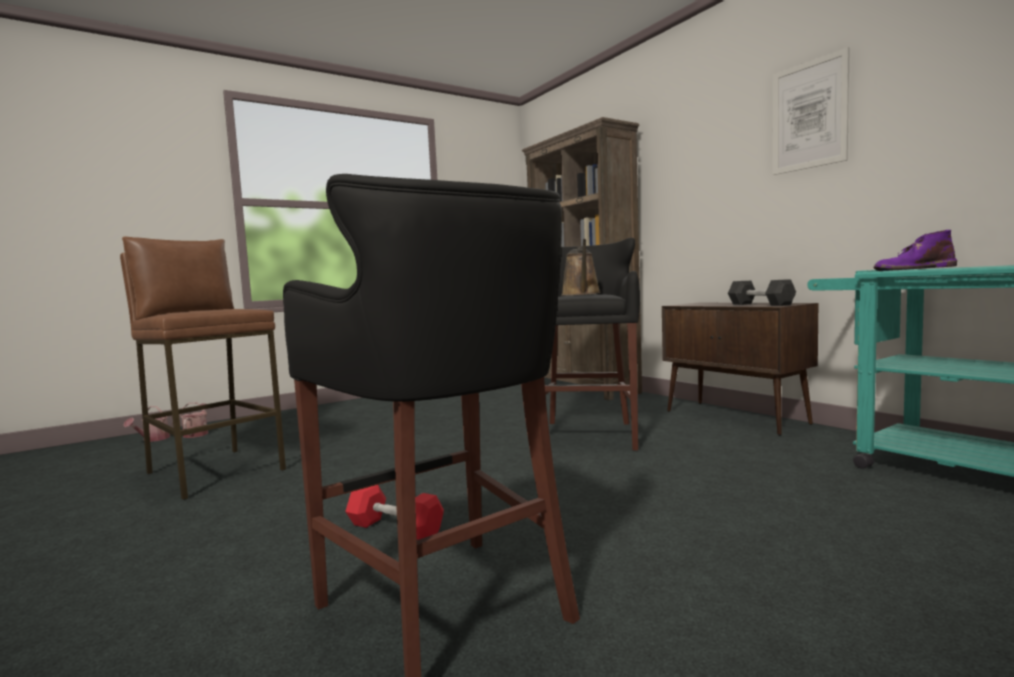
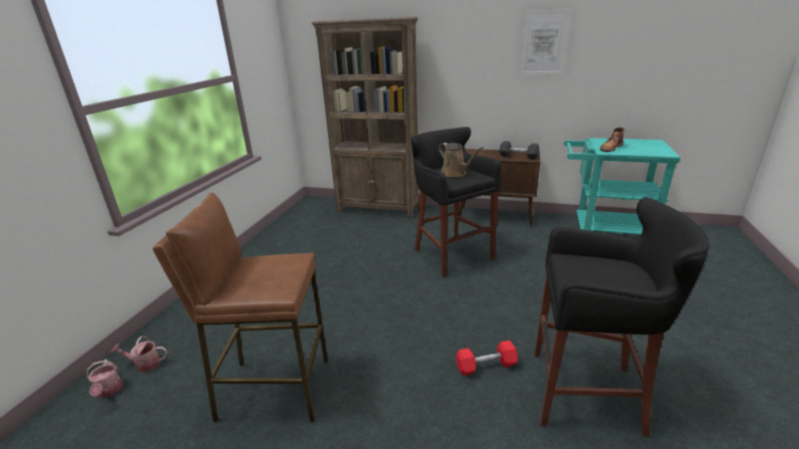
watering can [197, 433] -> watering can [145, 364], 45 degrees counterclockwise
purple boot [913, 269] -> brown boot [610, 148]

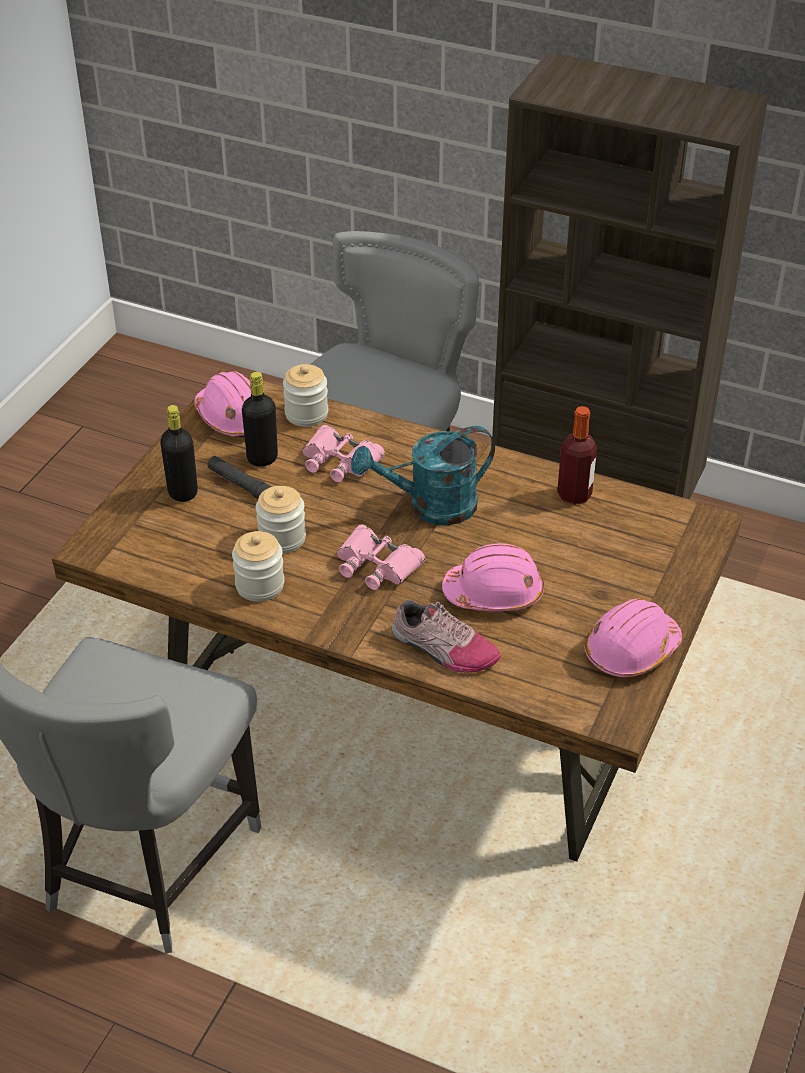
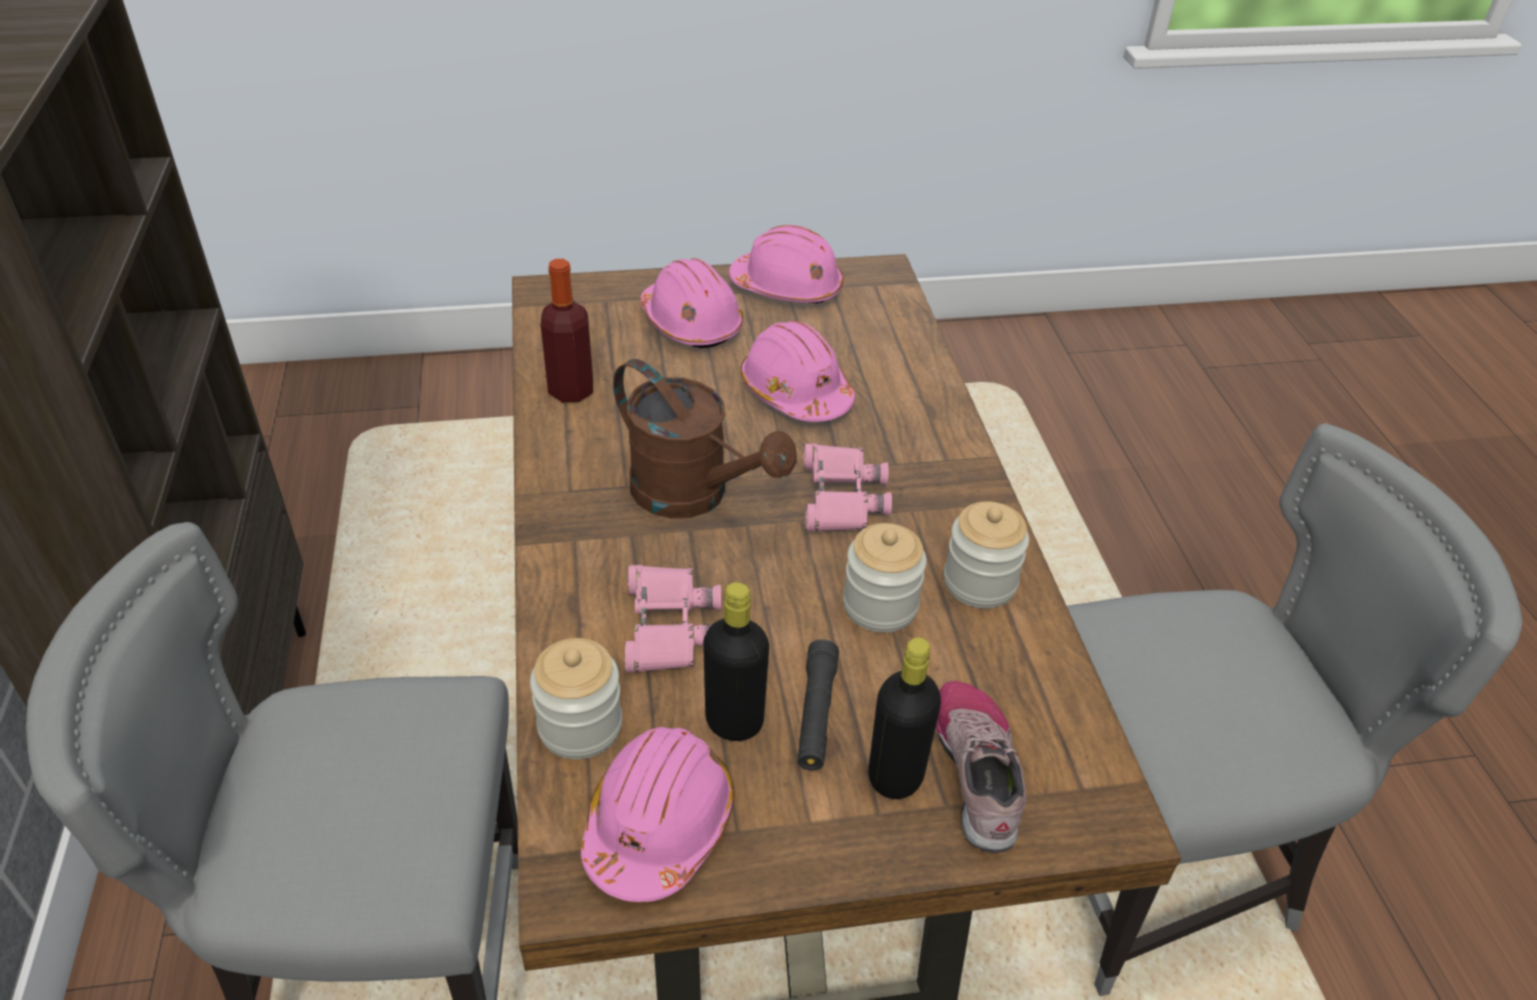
turquoise watering can [430, 507] -> brown watering can [693, 495]
none -> pink hard hat [691, 323]
shoe [443, 649] -> shoe [978, 771], shifted

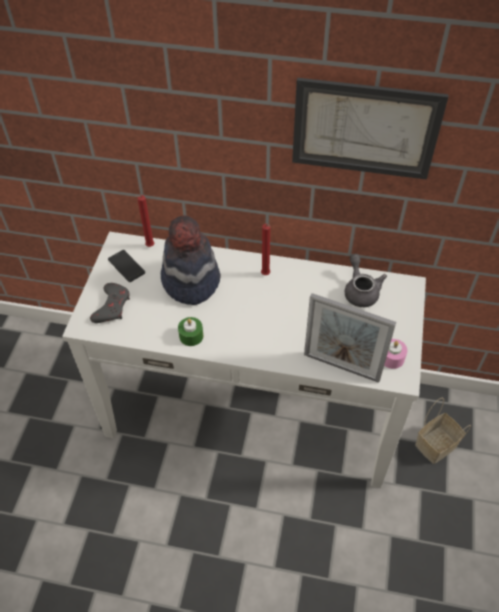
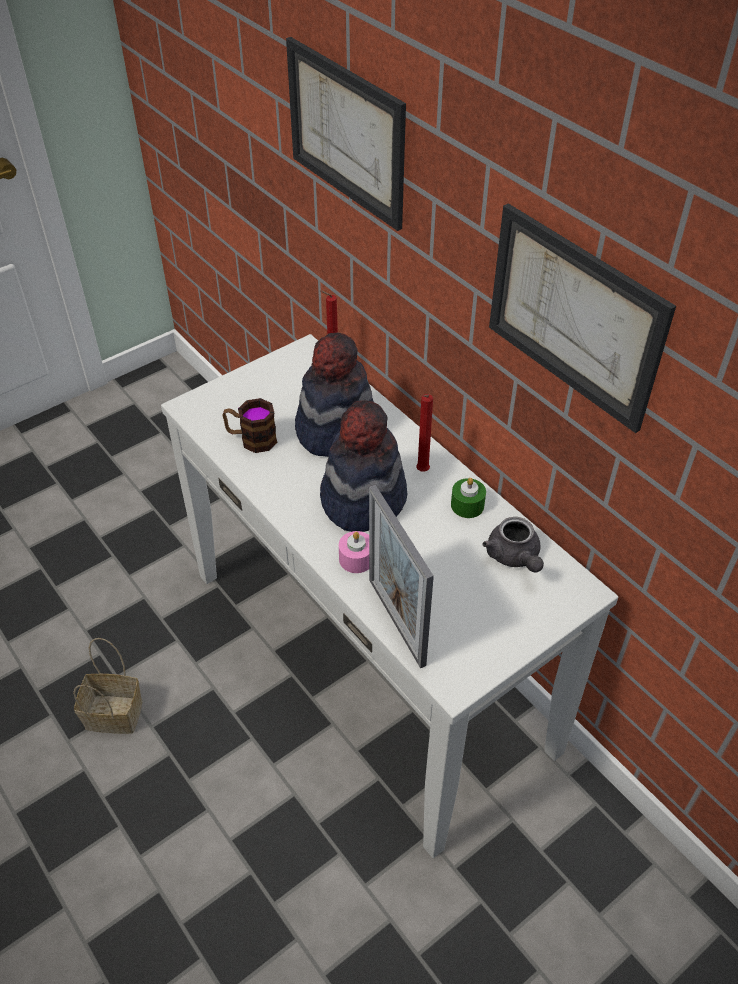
basket [435, 446] -> basket [111, 715], shifted
none -> mug [251, 439]
none -> picture [346, 132]
none -> hat [362, 498]
pink candle [392, 358] -> pink candle [356, 559], shifted
green candle [191, 336] -> green candle [467, 505], shifted
grey teapot [360, 290] -> grey teapot [514, 557], 135 degrees clockwise
grey game controller [112, 306] -> none
phone [126, 266] -> none

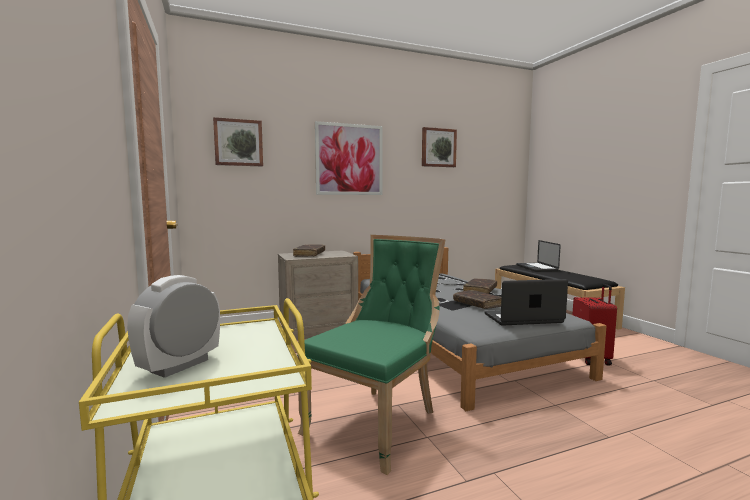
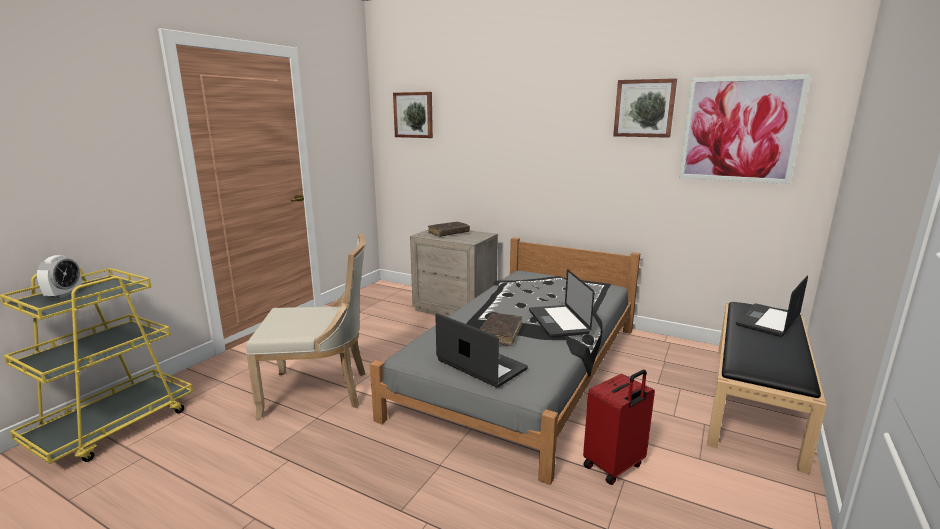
alarm clock [180, 366] -> alarm clock [64, 294], 105 degrees clockwise
green chair [377, 422] -> beige chair [320, 392]
brown book [480, 291] -> laptop [558, 322]
picture [349, 159] -> picture [739, 130], shifted

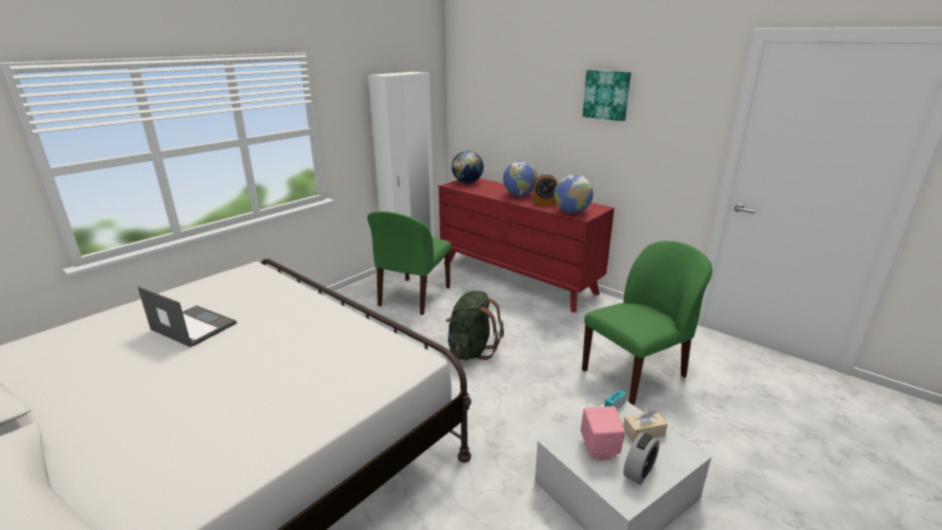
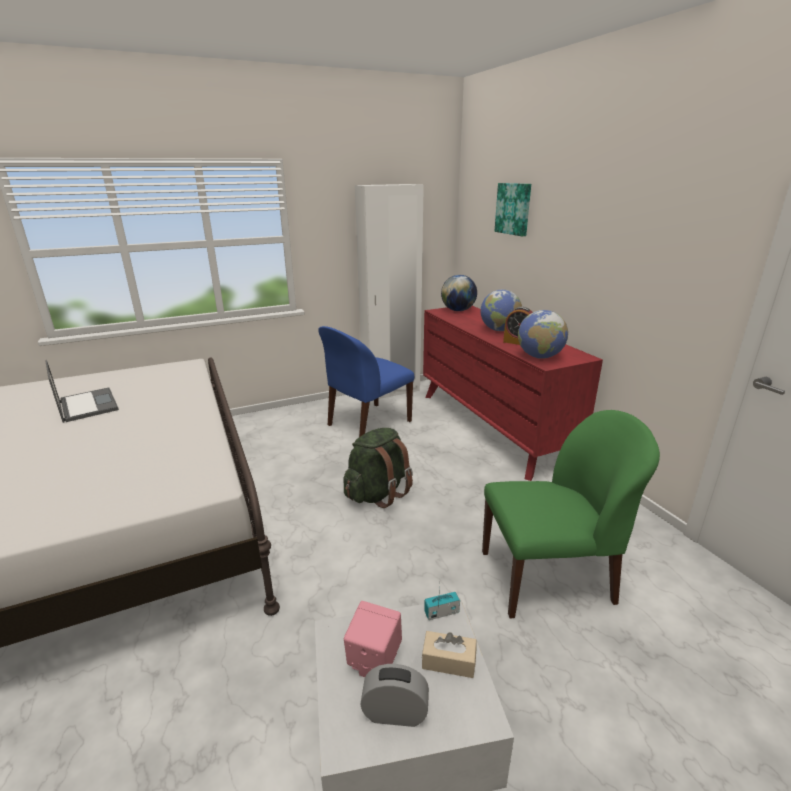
green chair [413, 297] -> blue chair [368, 424]
alarm clock [639, 471] -> alarm clock [395, 713], 150 degrees counterclockwise
picture [607, 95] -> picture [514, 209], shifted

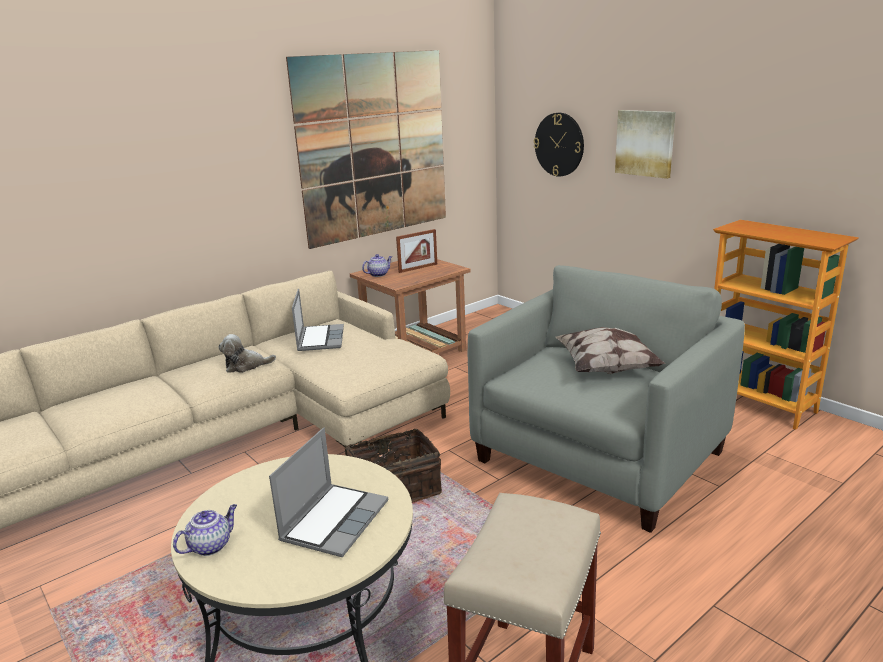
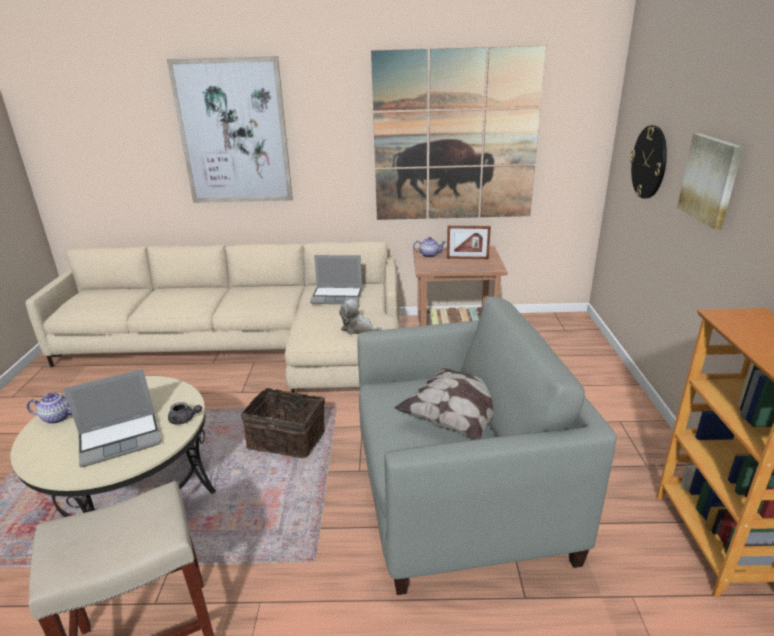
none -> picture [233, 133]
none -> grey teapot [185, 420]
laptop [320, 339] -> laptop [337, 296], 60 degrees clockwise
plush toy [245, 366] -> plush toy [358, 329], shifted

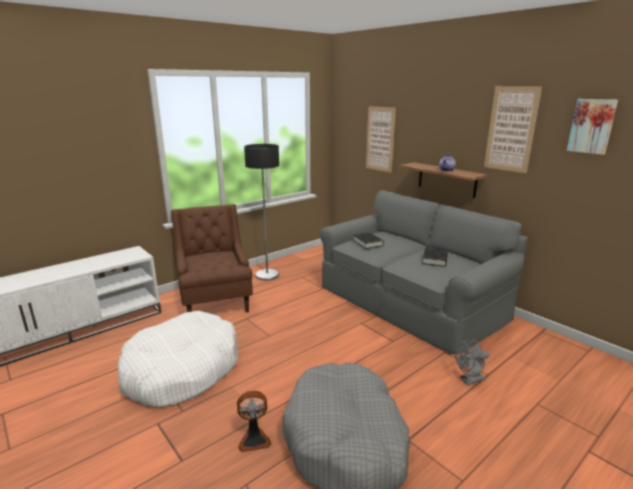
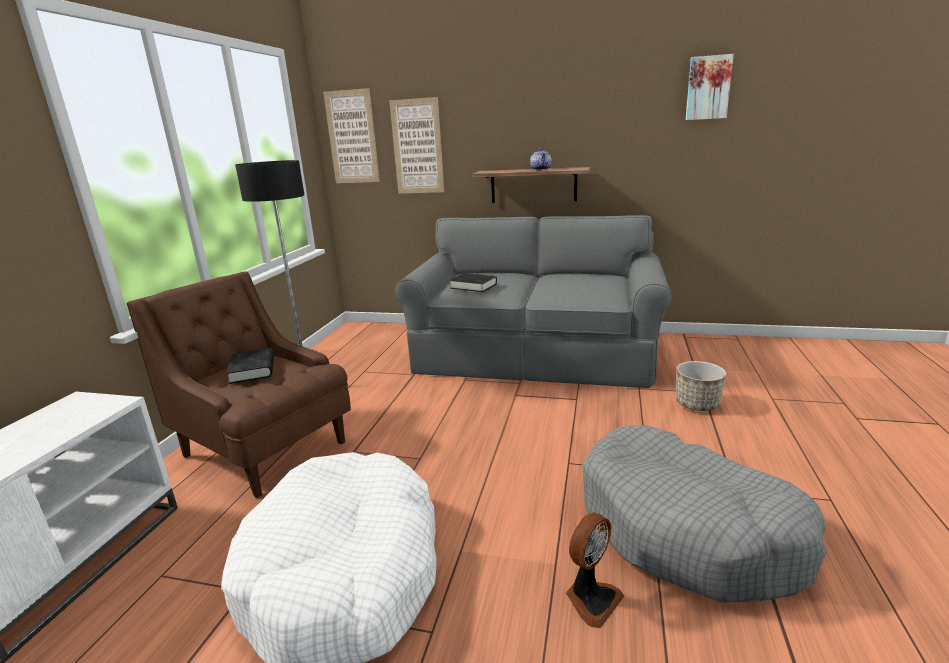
black book [435, 260] -> black book [253, 370], shifted
picture [511, 129] -> picture [352, 137], shifted
grey fan [469, 380] -> planter [697, 404]

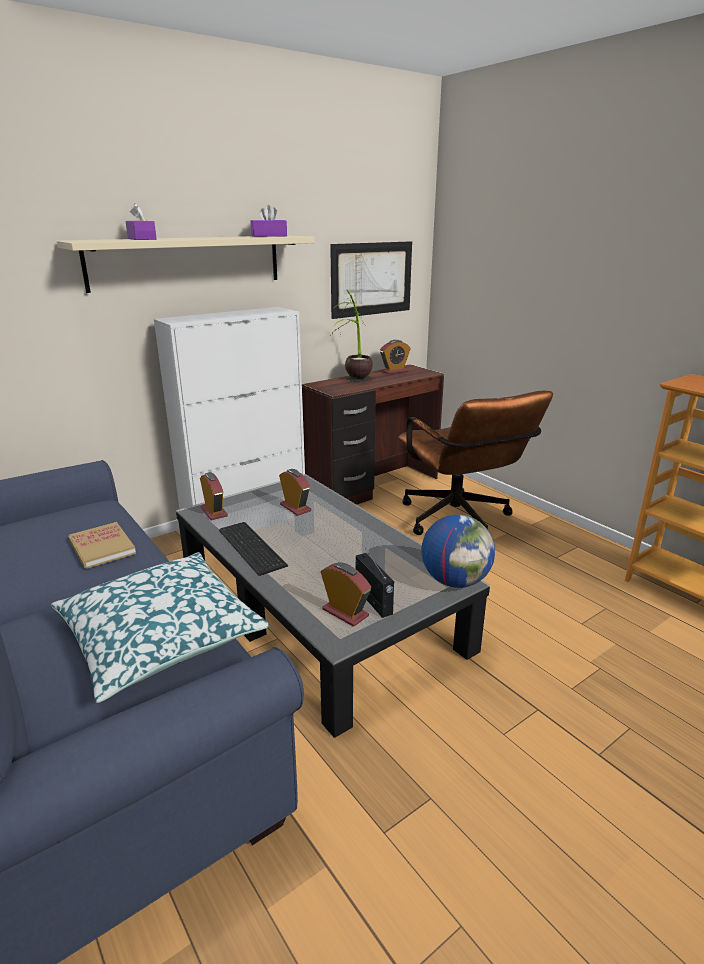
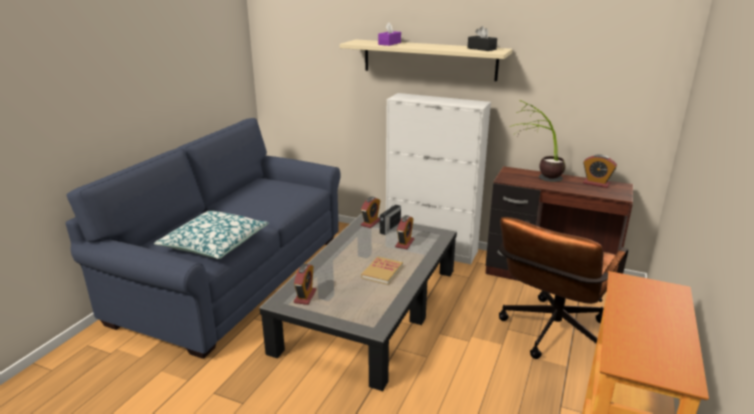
book [102, 547] -> book [382, 272], shifted
radio [373, 601] -> radio [389, 228], shifted
purple tissue box [269, 236] -> black tissue box [481, 49]
keyboard [250, 548] -> none
picture [372, 279] -> none
globe [455, 581] -> none

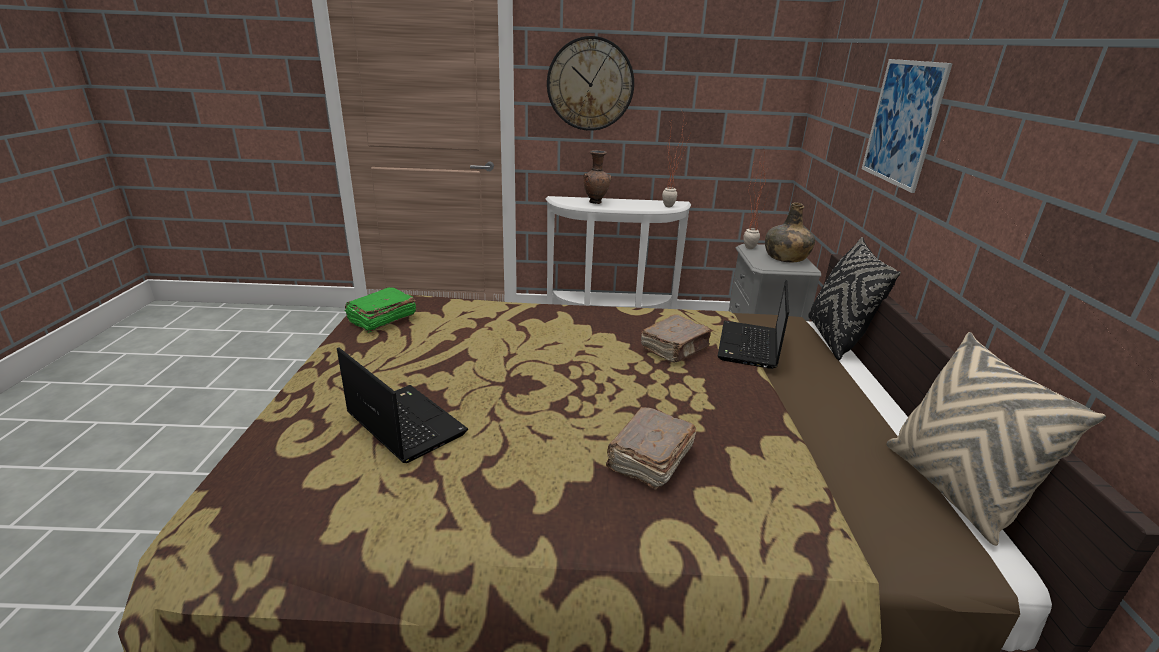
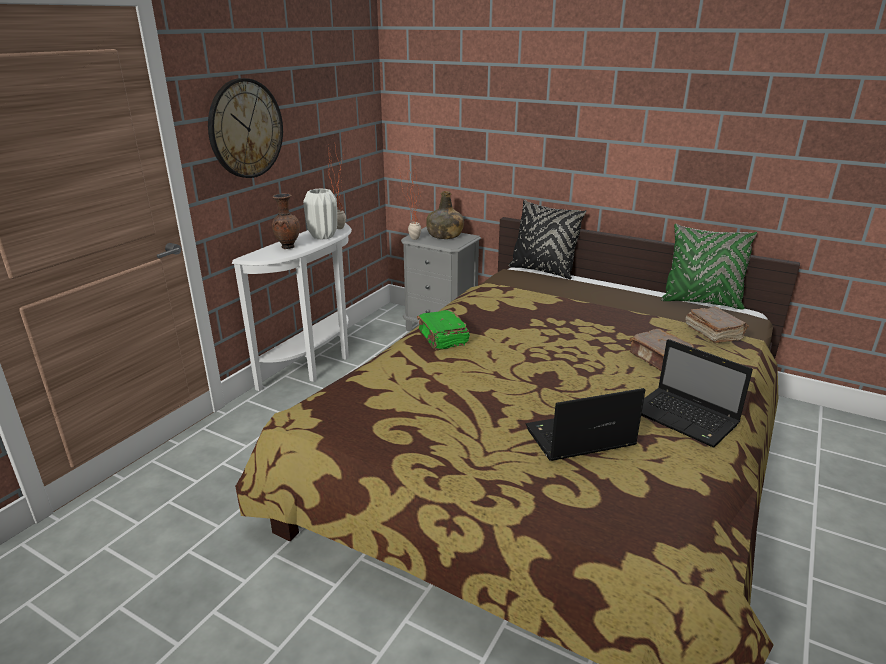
none -> white vase [323, 236]
green book [381, 319] -> green book [442, 338], shifted
laptop [749, 346] -> laptop [686, 419], shifted
beige pillow [950, 489] -> green pillow [701, 302]
brown book [675, 349] -> brown book [713, 333], shifted
picture [902, 123] -> none

